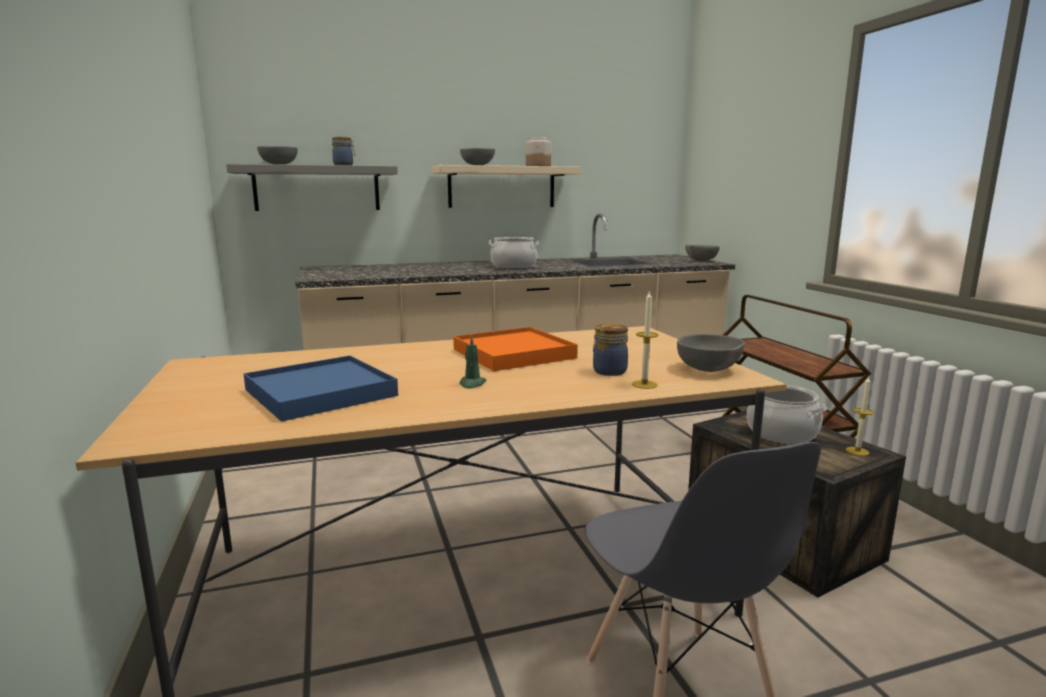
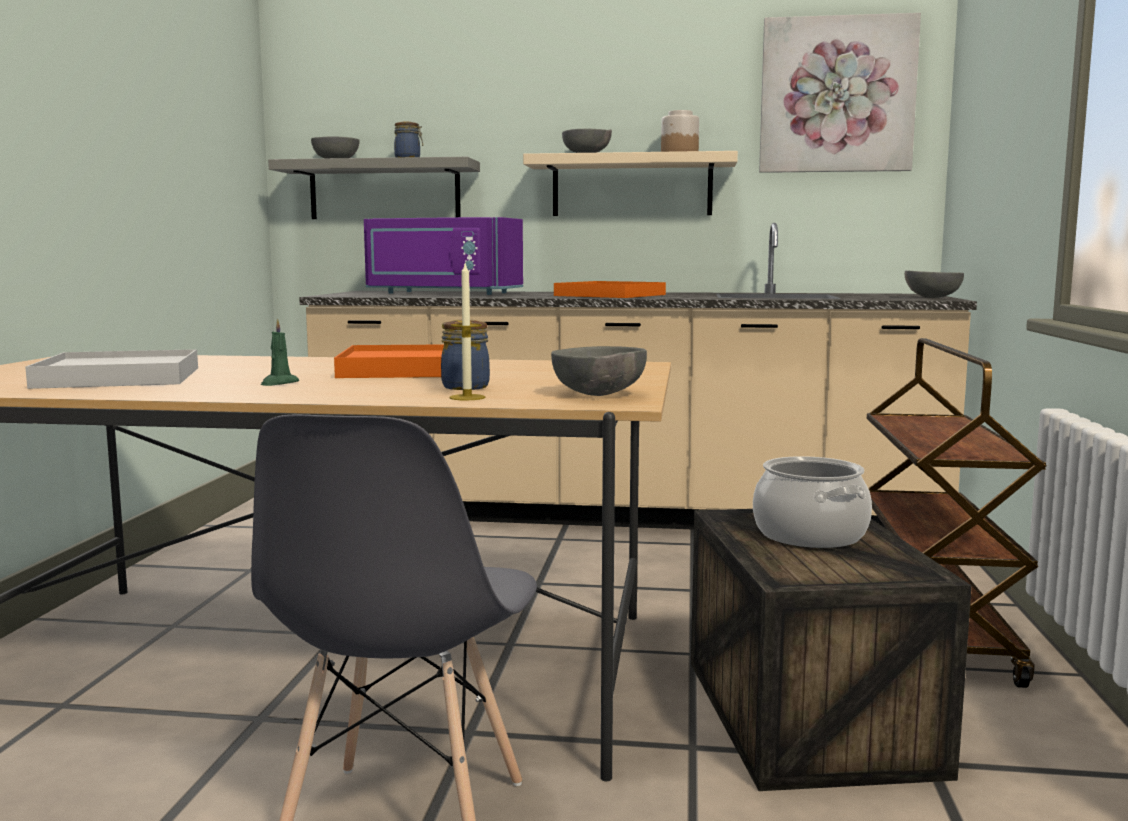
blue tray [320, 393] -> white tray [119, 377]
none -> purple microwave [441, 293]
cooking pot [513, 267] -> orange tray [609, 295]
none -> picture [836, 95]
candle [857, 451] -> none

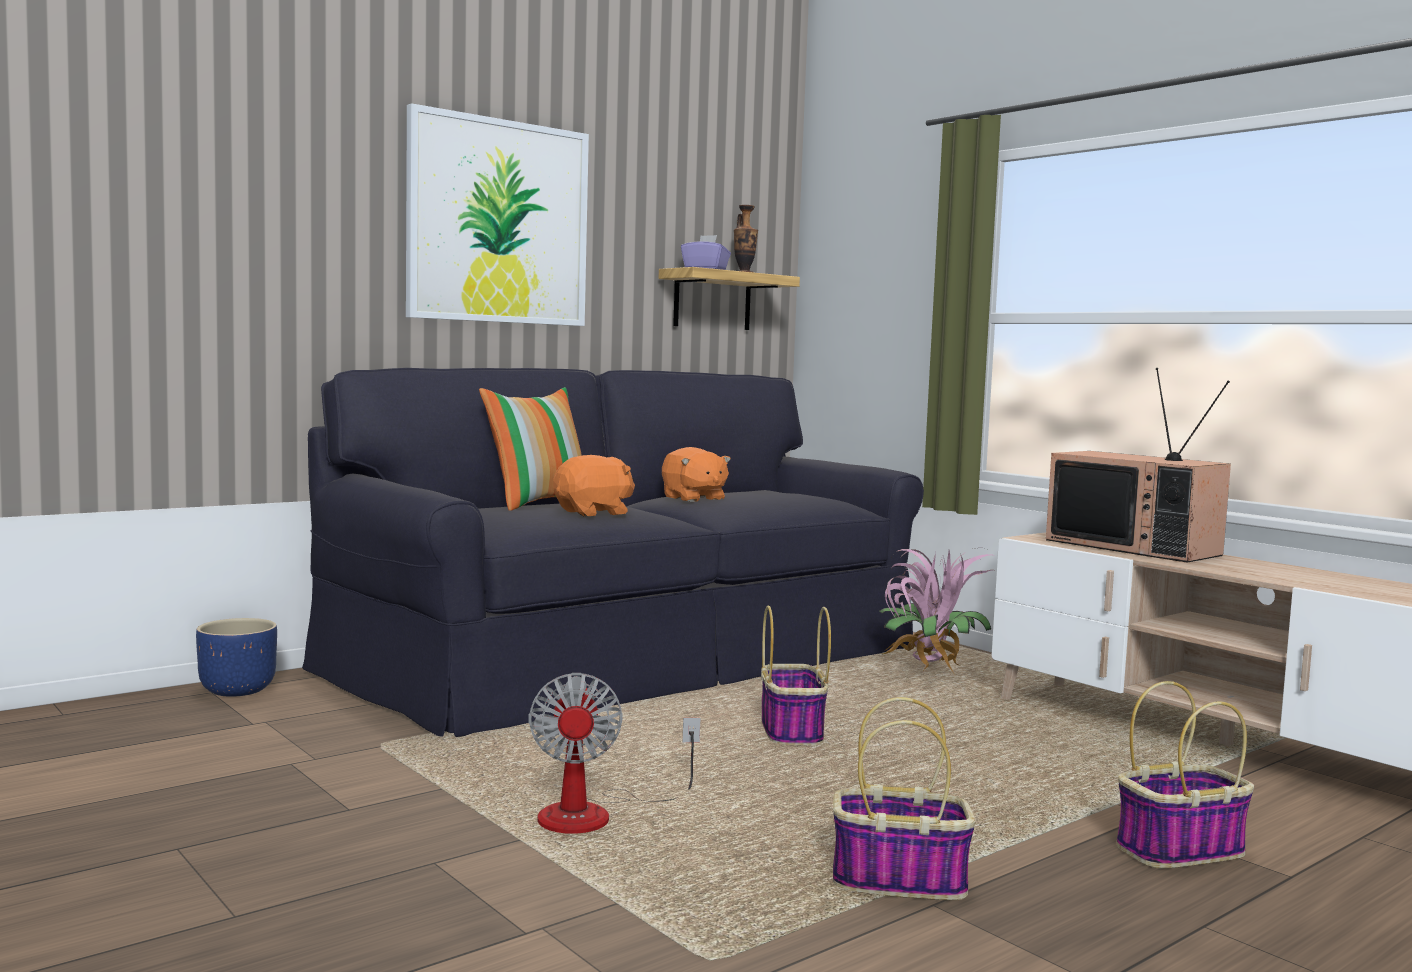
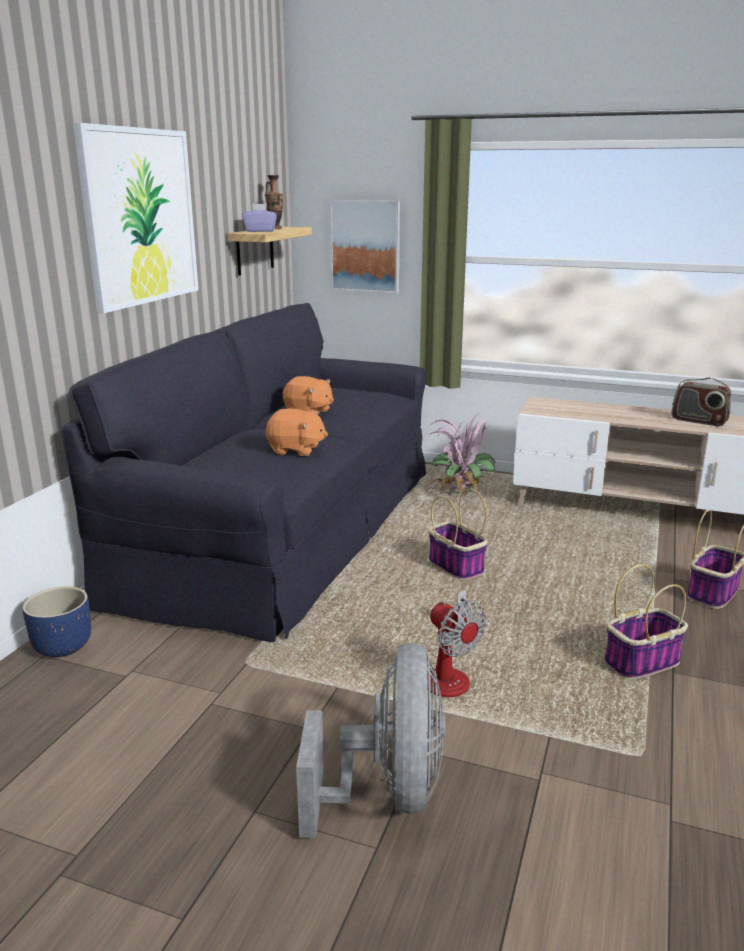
orange plush toy [594, 513] -> orange plush toy [296, 450], 75 degrees clockwise
none -> grey fan [388, 793]
none -> picture [365, 246]
none -> radio [698, 421]
pillow [538, 503] -> none
television [1136, 547] -> none

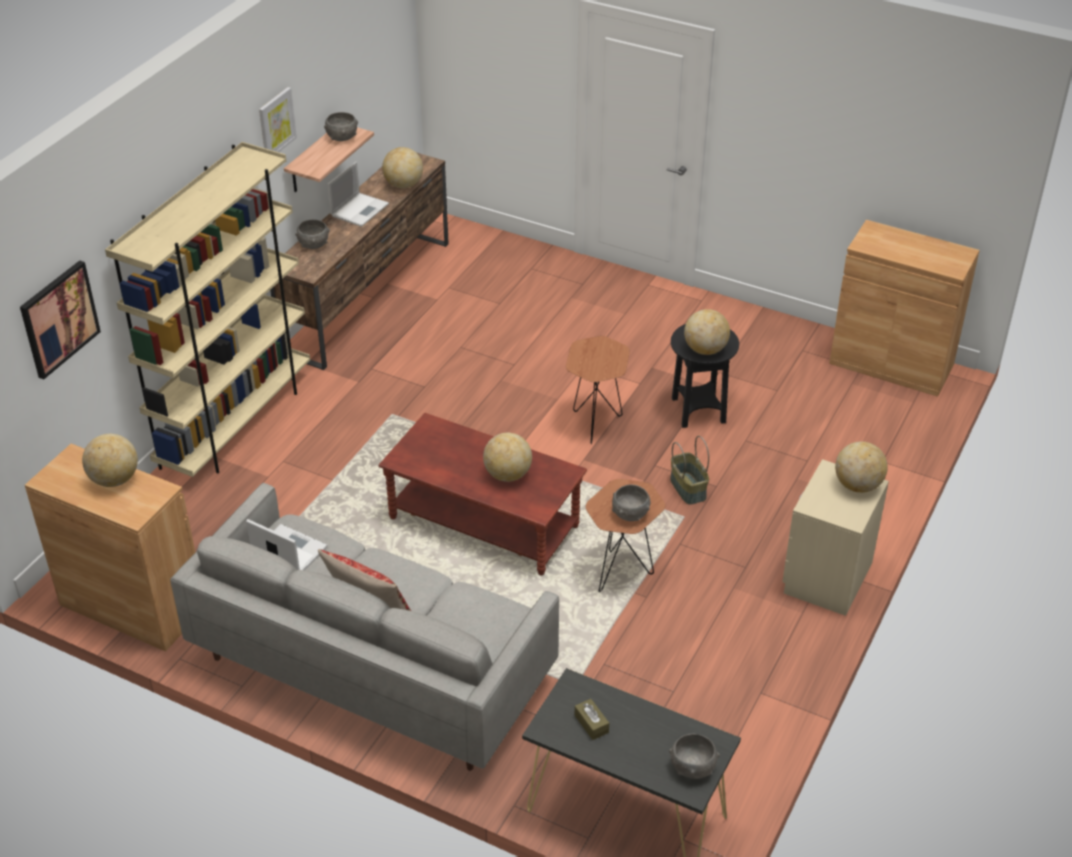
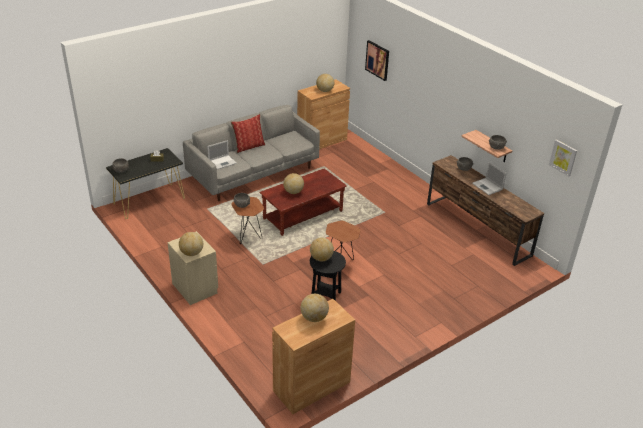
laptop [288, 550] -> laptop [222, 162], shifted
globe [403, 185] -> globe [314, 318], shifted
picture [276, 123] -> picture [563, 157], shifted
beige bookcase [236, 423] -> none
basket [688, 488] -> none

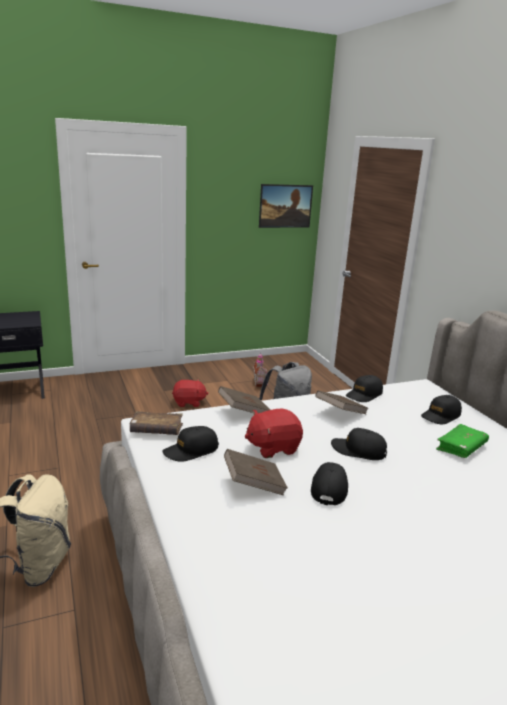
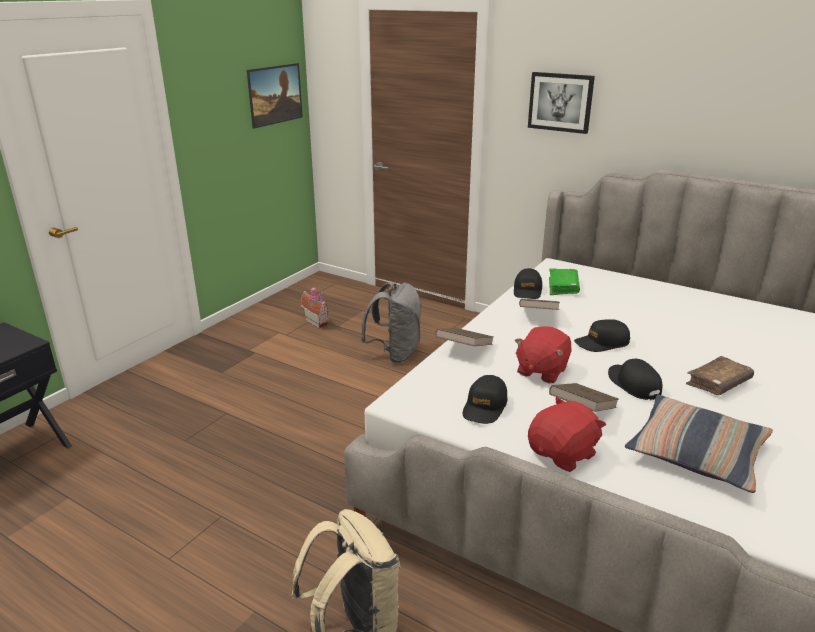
none -> picture [560, 102]
red plush toy [189, 402] -> red plush toy [563, 454], shifted
green book [461, 447] -> green book [563, 287], shifted
none -> pillow [696, 453]
brown book [156, 430] -> brown book [718, 383], shifted
black cap [440, 416] -> none

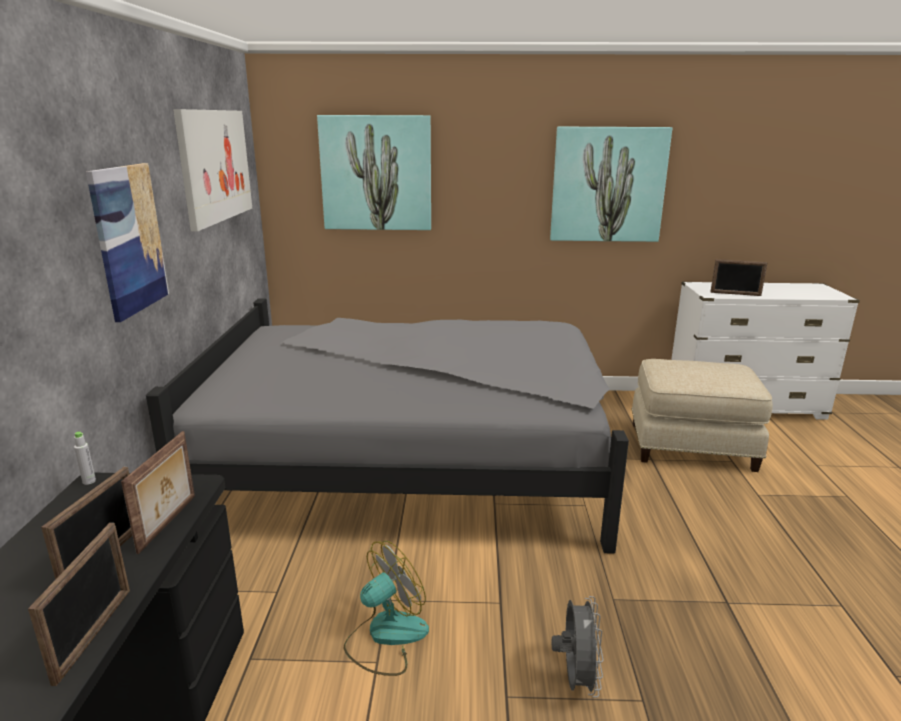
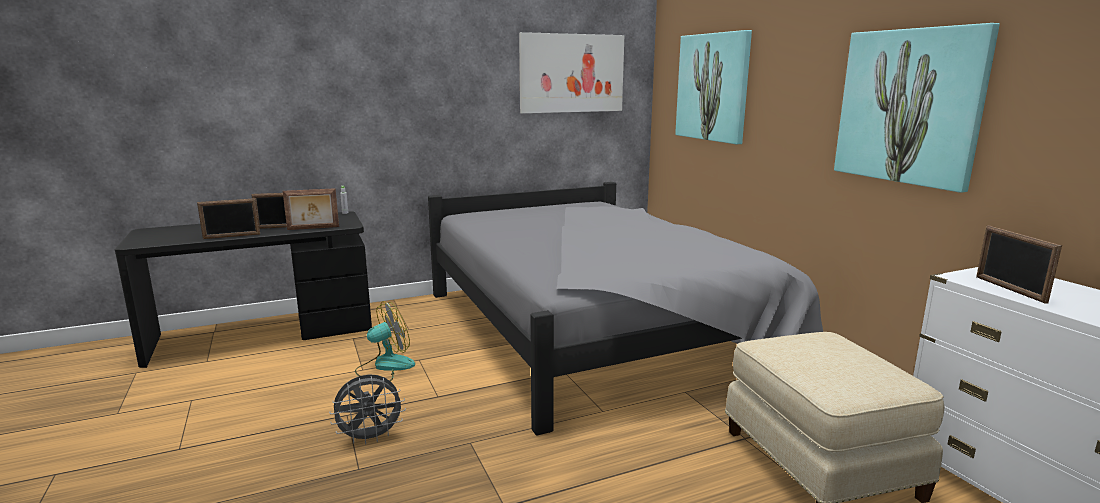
fan [386, 636] -> fan [385, 367], 60 degrees counterclockwise
picture [129, 239] -> none

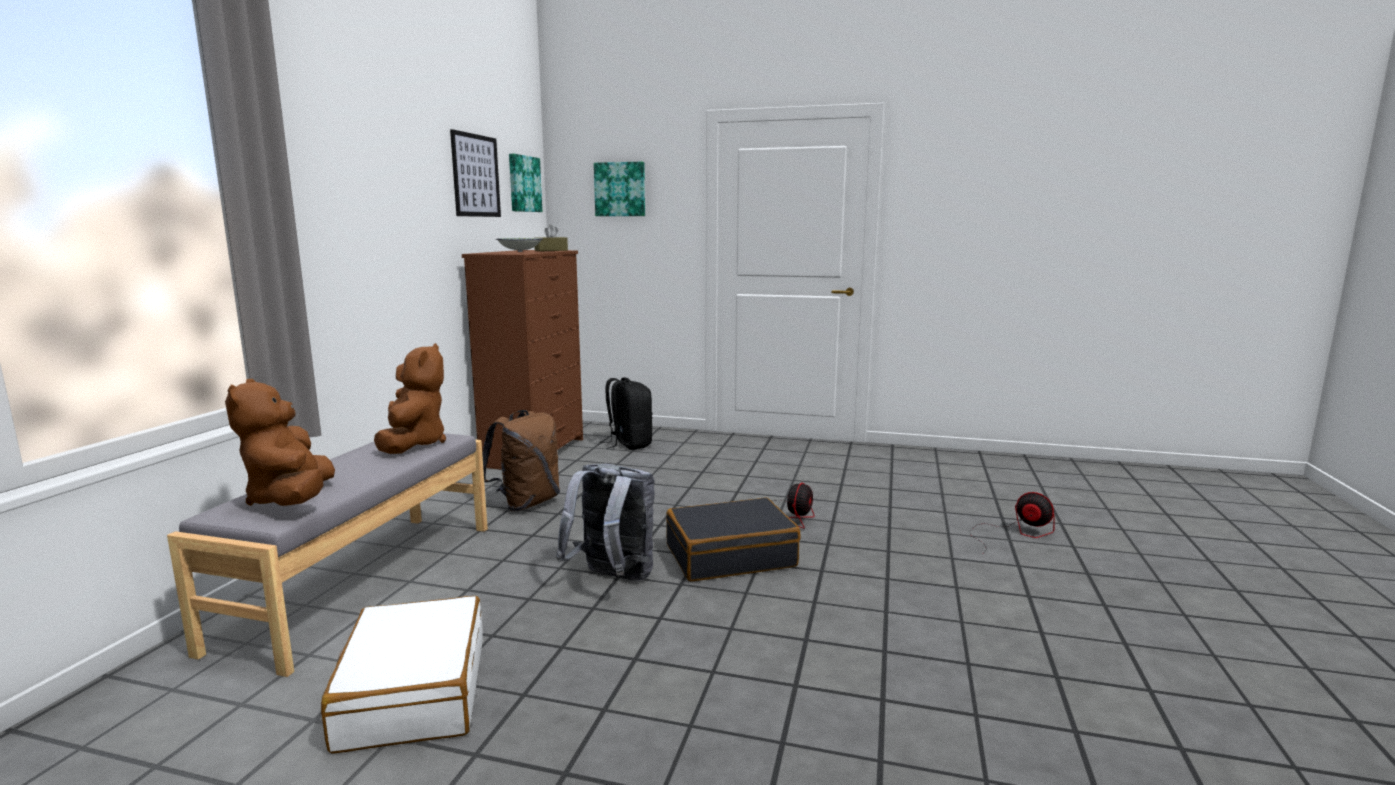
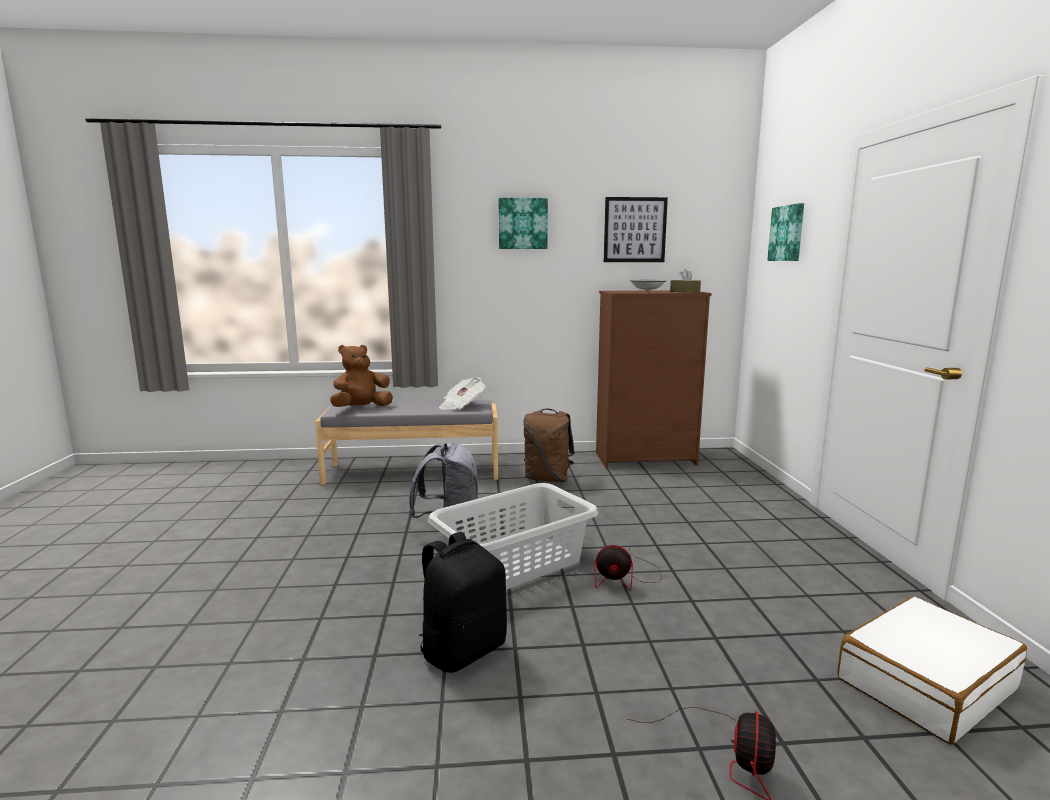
black backpack [629, 444] -> black backpack [463, 649], shifted
black suitcase [730, 555] -> grey laundry basket [513, 563]
brown plush toy [413, 444] -> newspaper [461, 406]
picture [523, 184] -> picture [522, 223], shifted
white suitcase [412, 692] -> white suitcase [924, 683], shifted

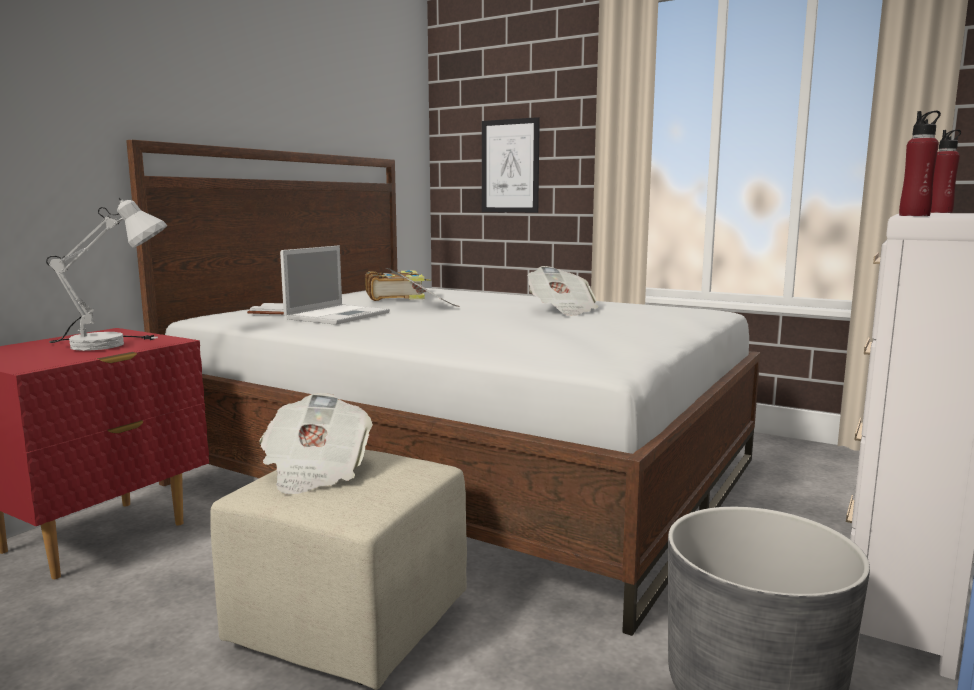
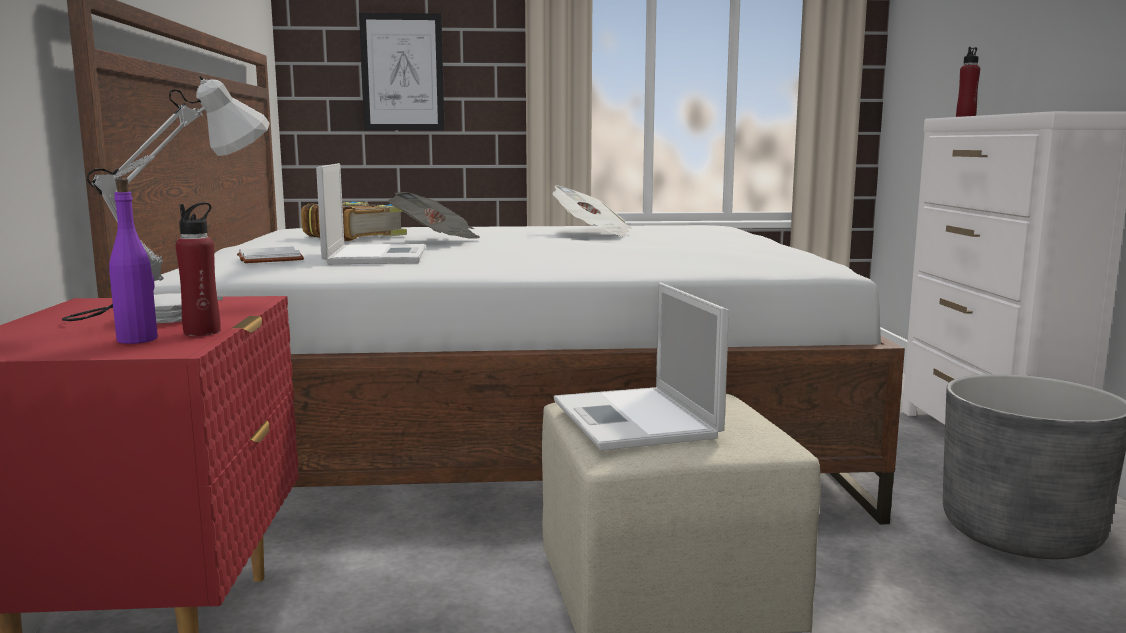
none -> purple bottle [138, 339]
red bottle [914, 215] -> red bottle [202, 332], shifted
newspaper [315, 471] -> laptop [636, 420]

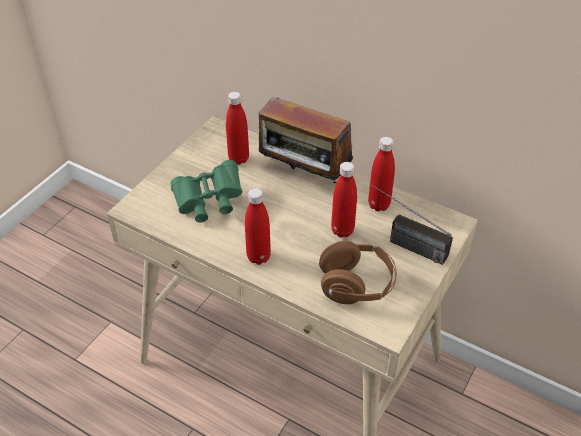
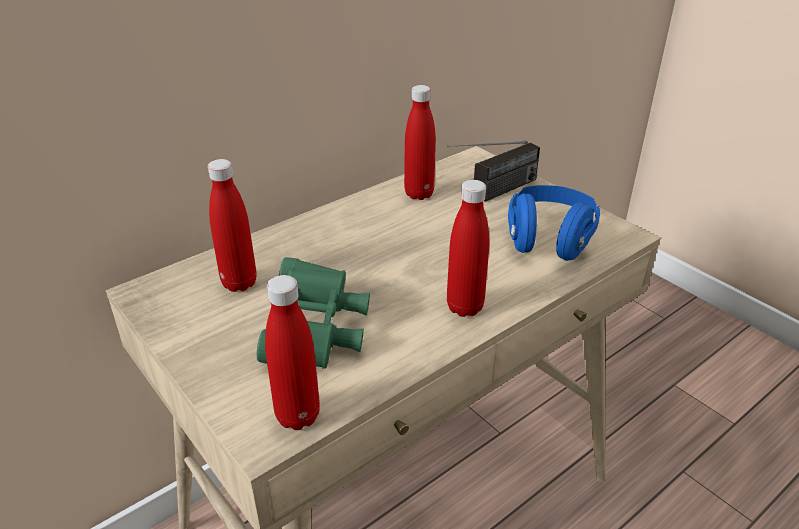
red bottle [342, 230] -> red bottle [298, 416], shifted
brown headphones [356, 286] -> blue headphones [548, 240]
radio [303, 177] -> none

